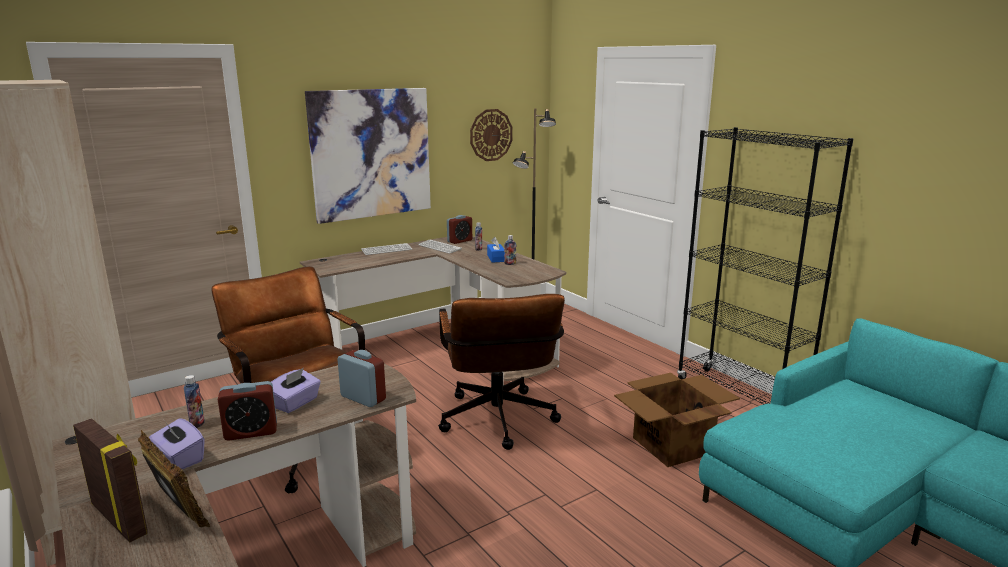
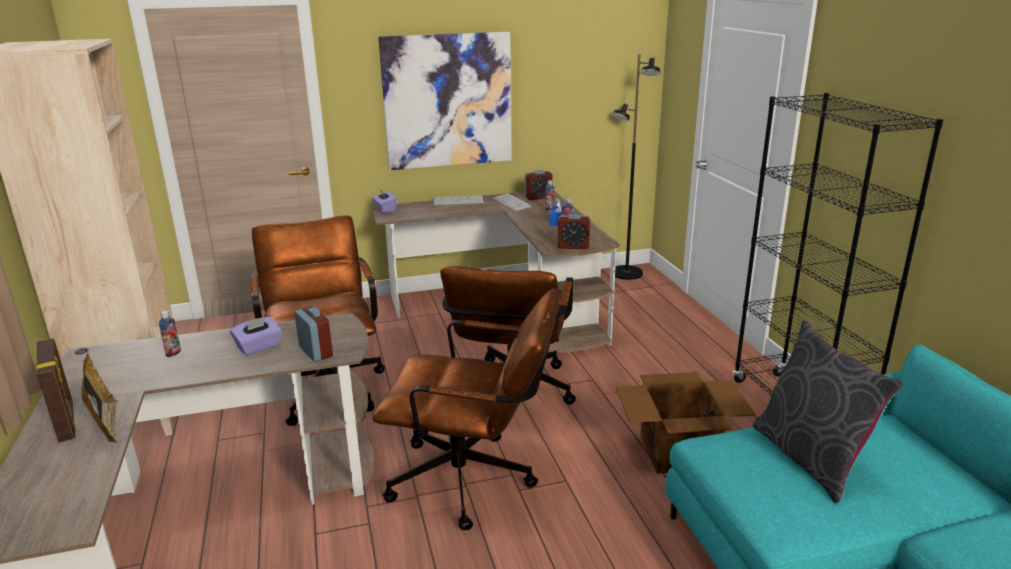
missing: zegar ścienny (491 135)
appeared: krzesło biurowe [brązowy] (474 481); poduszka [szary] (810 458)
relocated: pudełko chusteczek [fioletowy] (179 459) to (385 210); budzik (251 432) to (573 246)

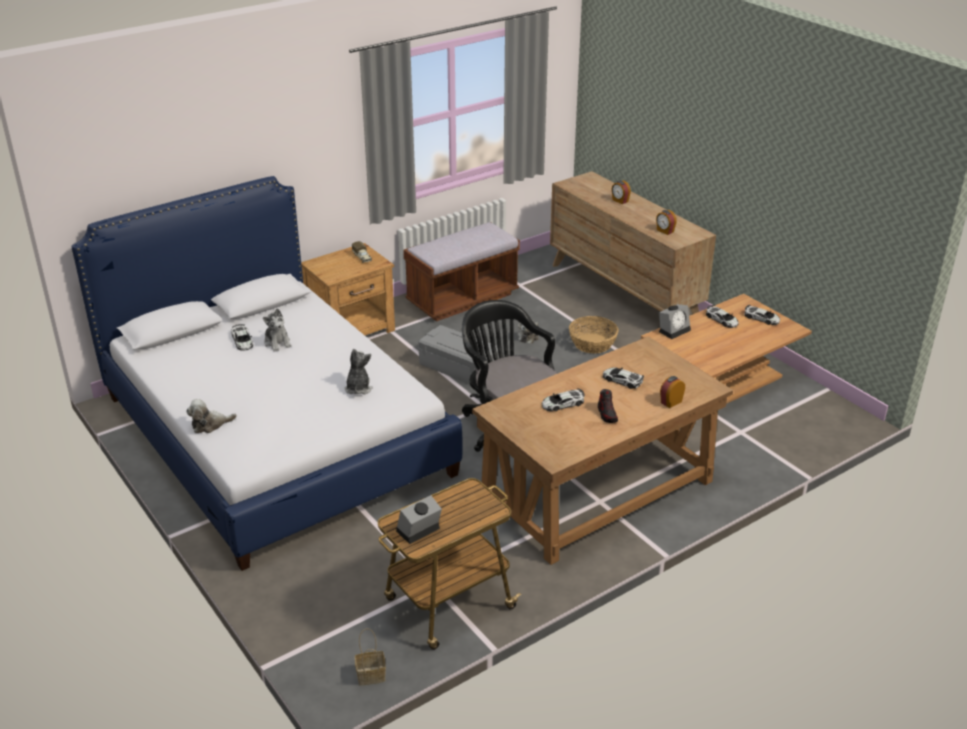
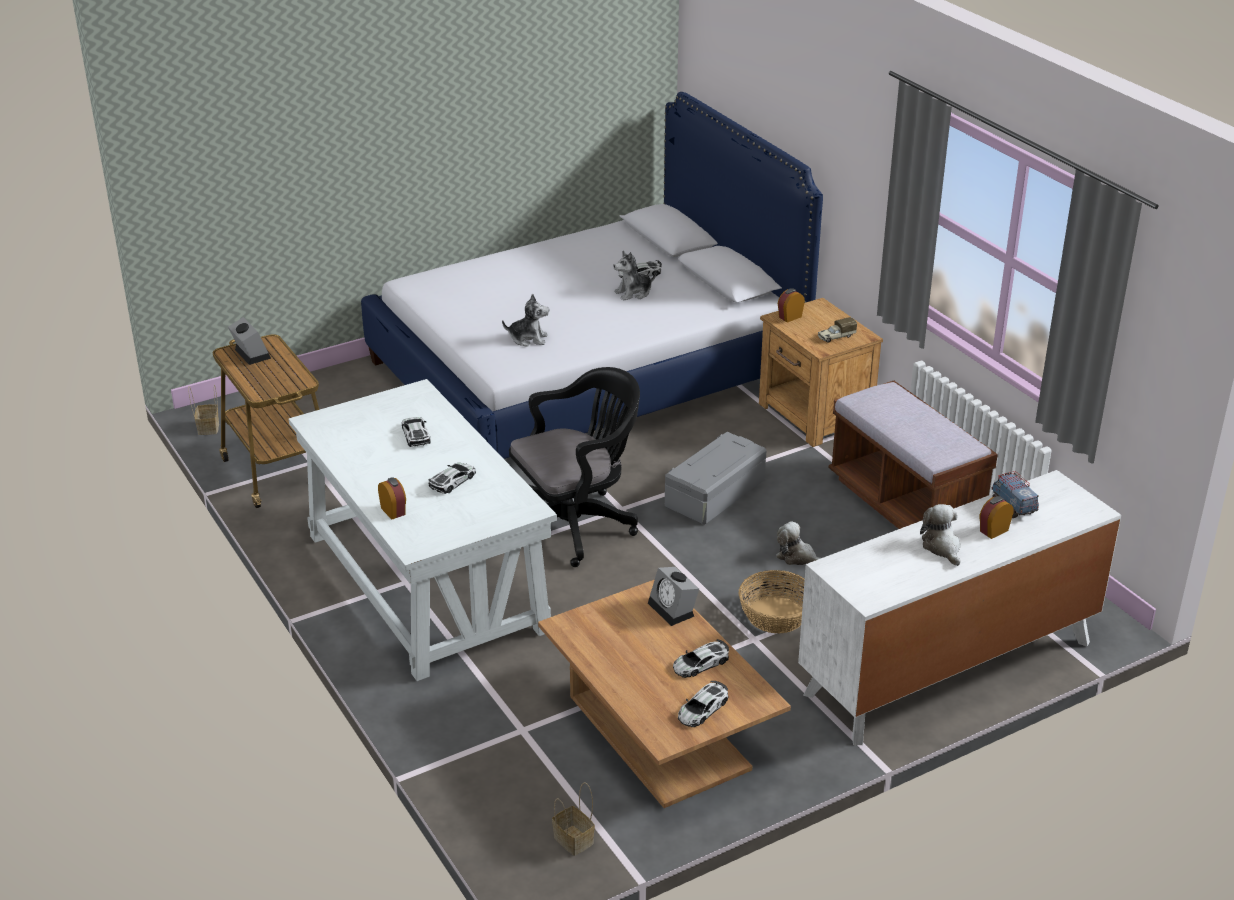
missing: but (607 414)
appeared: koszyk (575 840); ciężarówka zabawkowa (1013 507)
relocated: budzik (665 231) to (789 317); pluszak (210 424) to (942 547)
colour: biurko [brązowy] (598 491) to biurko [biały] (425 582); komoda [brązowy] (624 291) to komoda [biały] (948 668)

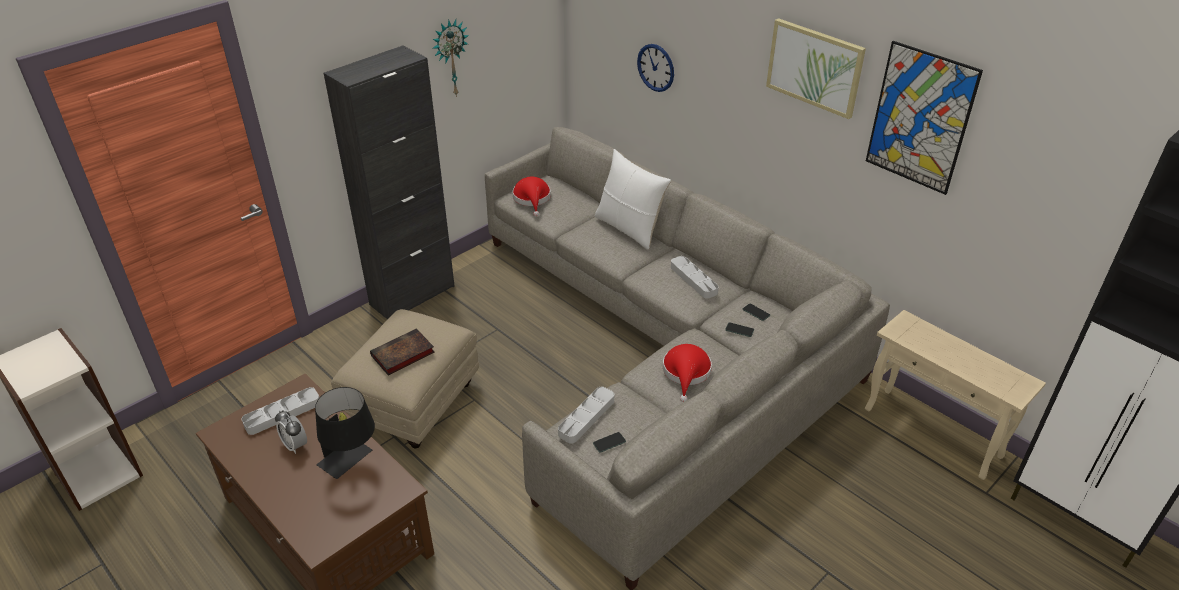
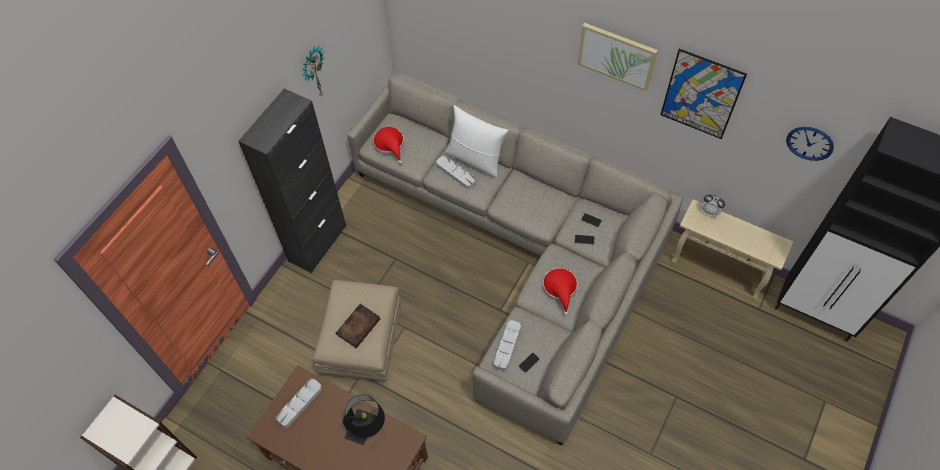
relocated: taca [szary] (693 280) to (456 174); budzik (295 445) to (710 212); zegar ścienny (656 67) to (809 143)

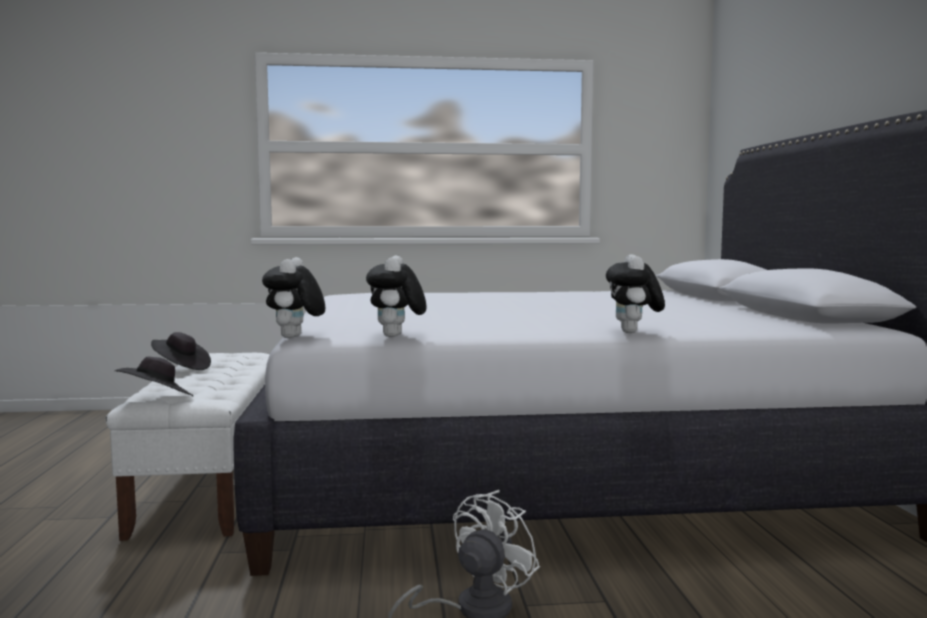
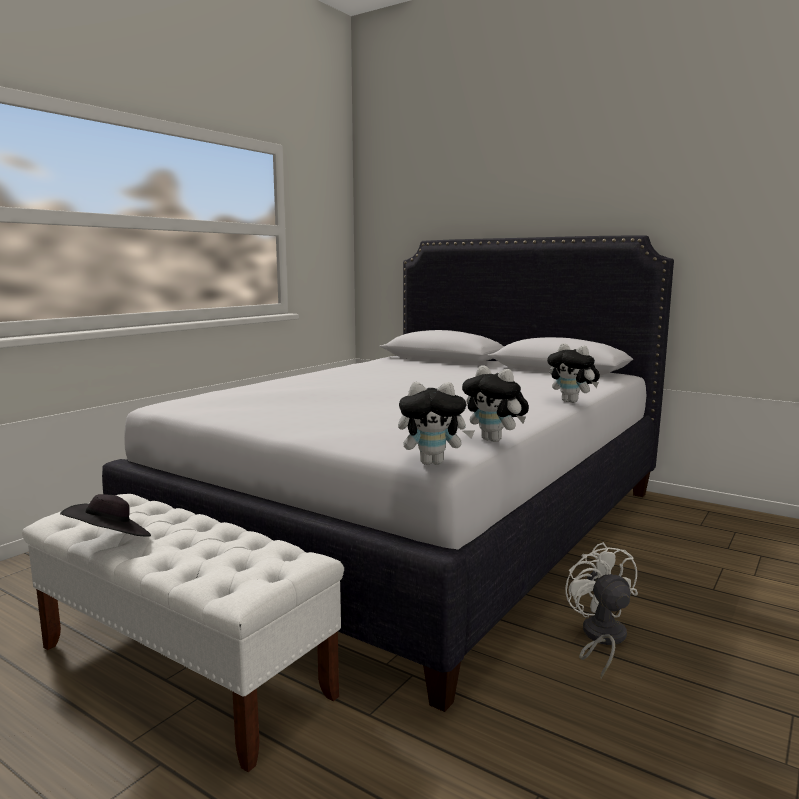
missing: kapelusz [czarny] (157 399)
spun: pluszak (295 338) = (433 462) 45 degrees counterclockwise

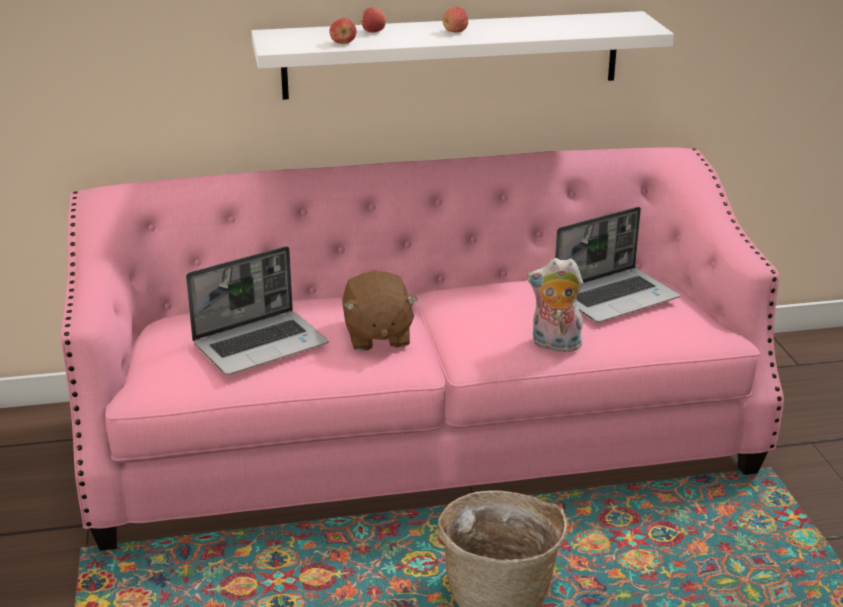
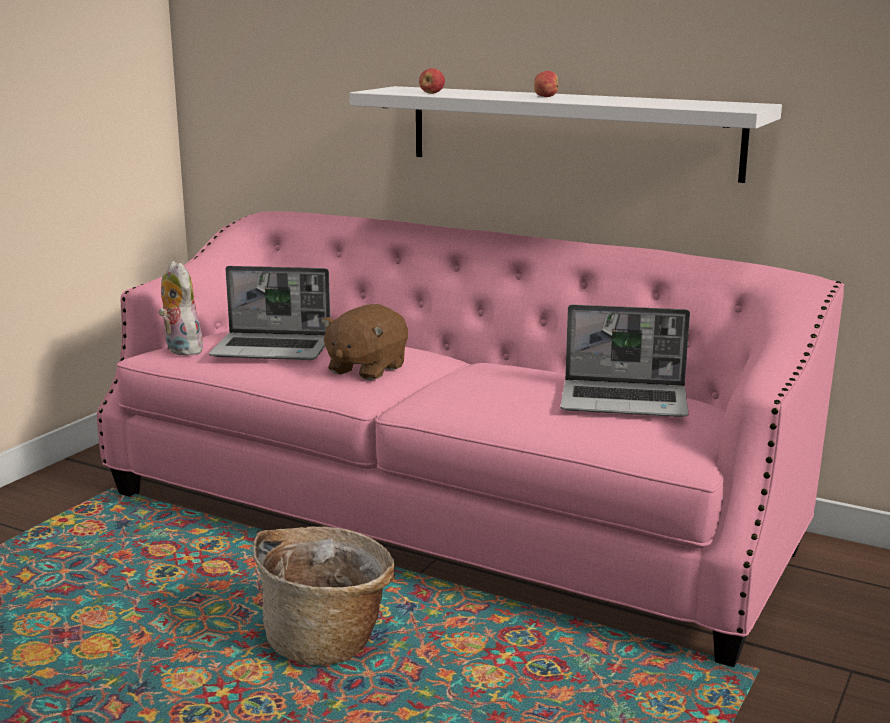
missing: jabłko (373 31)
relocated: pluszak (554 345) to (180 350)

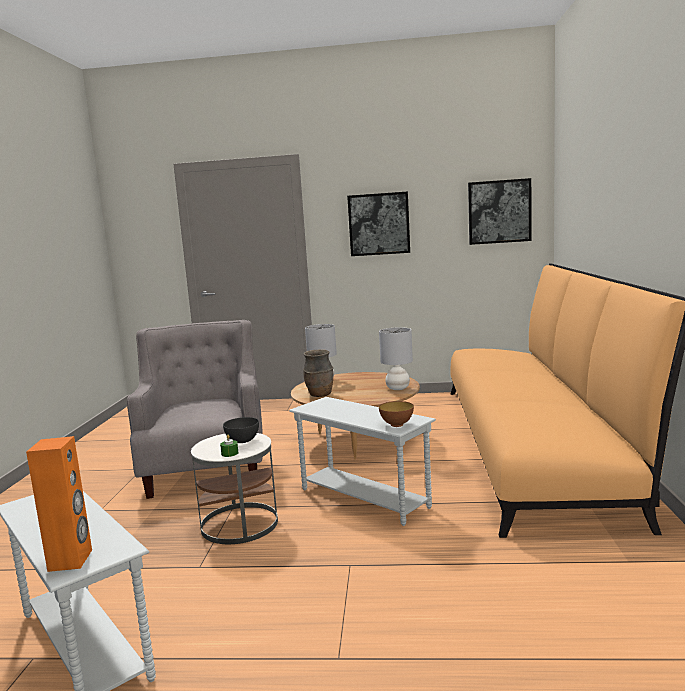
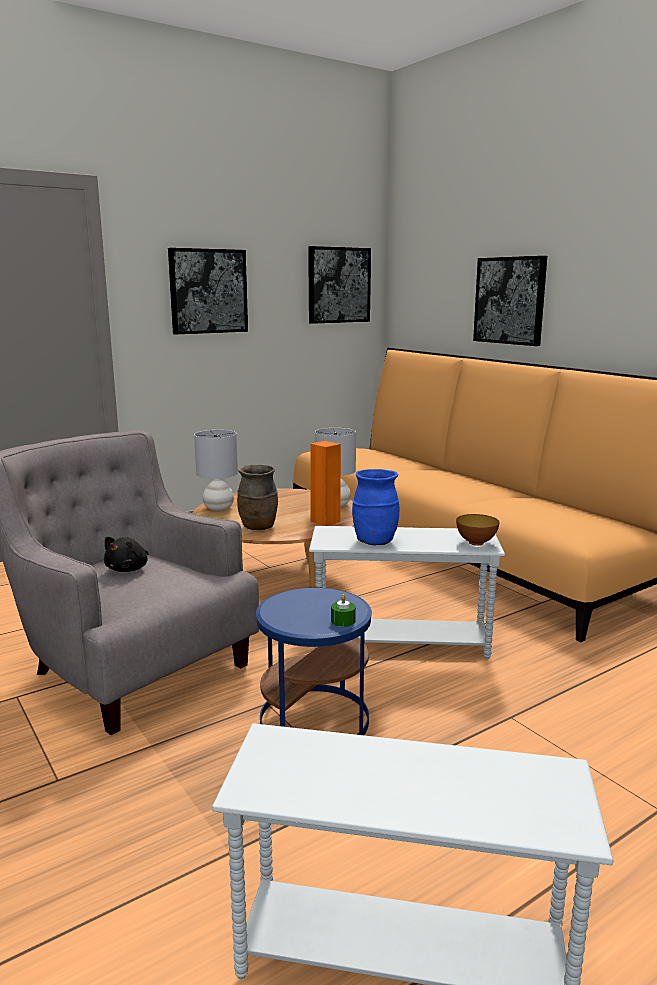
missing: miska [szary] (242 441)
appeared: pluszak [czarny] (128 569); wazon [niebieski] (374 541); obraz (510 300)
relocated: głośnik [pomarańczowy] (71 560) to (325 521)
colour: stolik [biały] (240 524) to stolik [niebieski] (315 720)

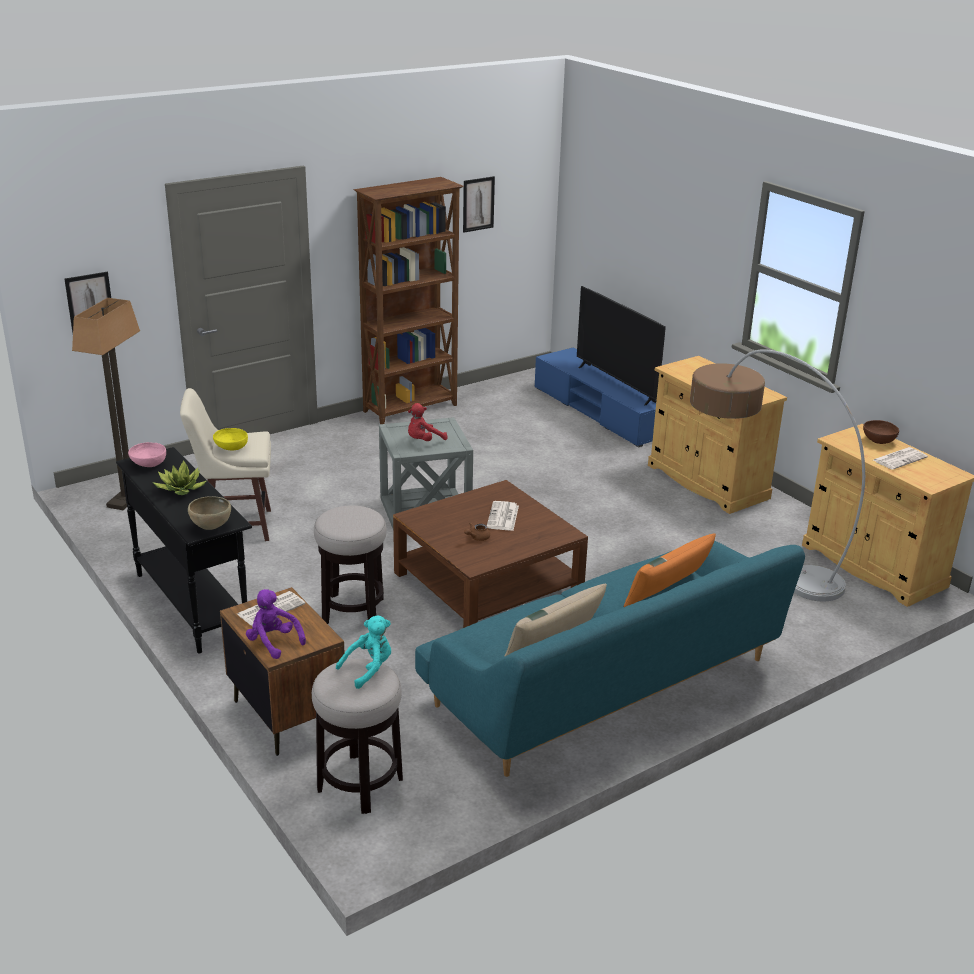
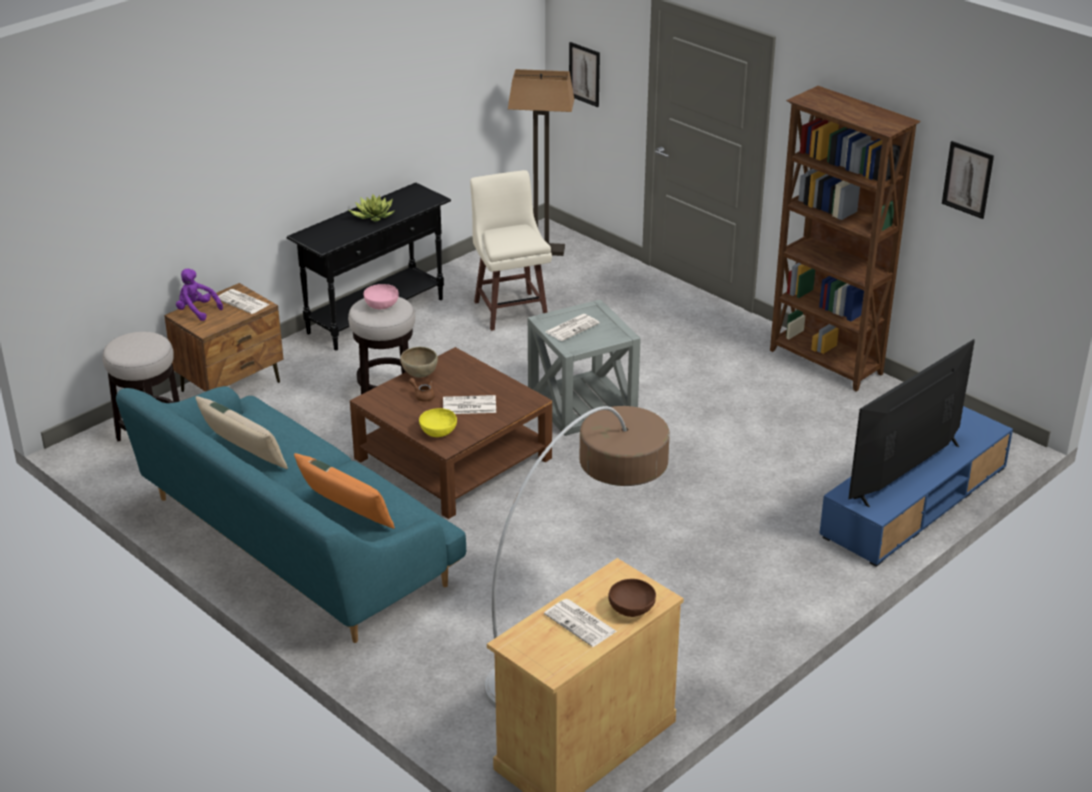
missing: pluszak [turkusowy] (369 669); szafka [beżowy] (707 482)
relocated: miska [różowy] (148 464) to (381 305); miska [brązowy] (211 527) to (419 375); miska [żółty] (231 448) to (438 431)
exchanged: pluszak [czerwony] (423 441) to gazeta (572 327)
spun: pluszak [fioletowy] (273 642) = (197 311) 90 degrees counterclockwise

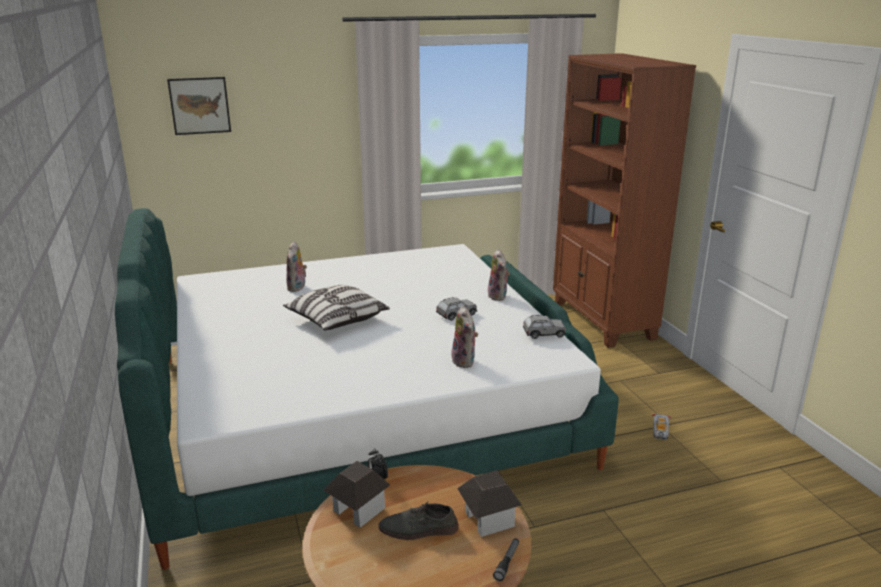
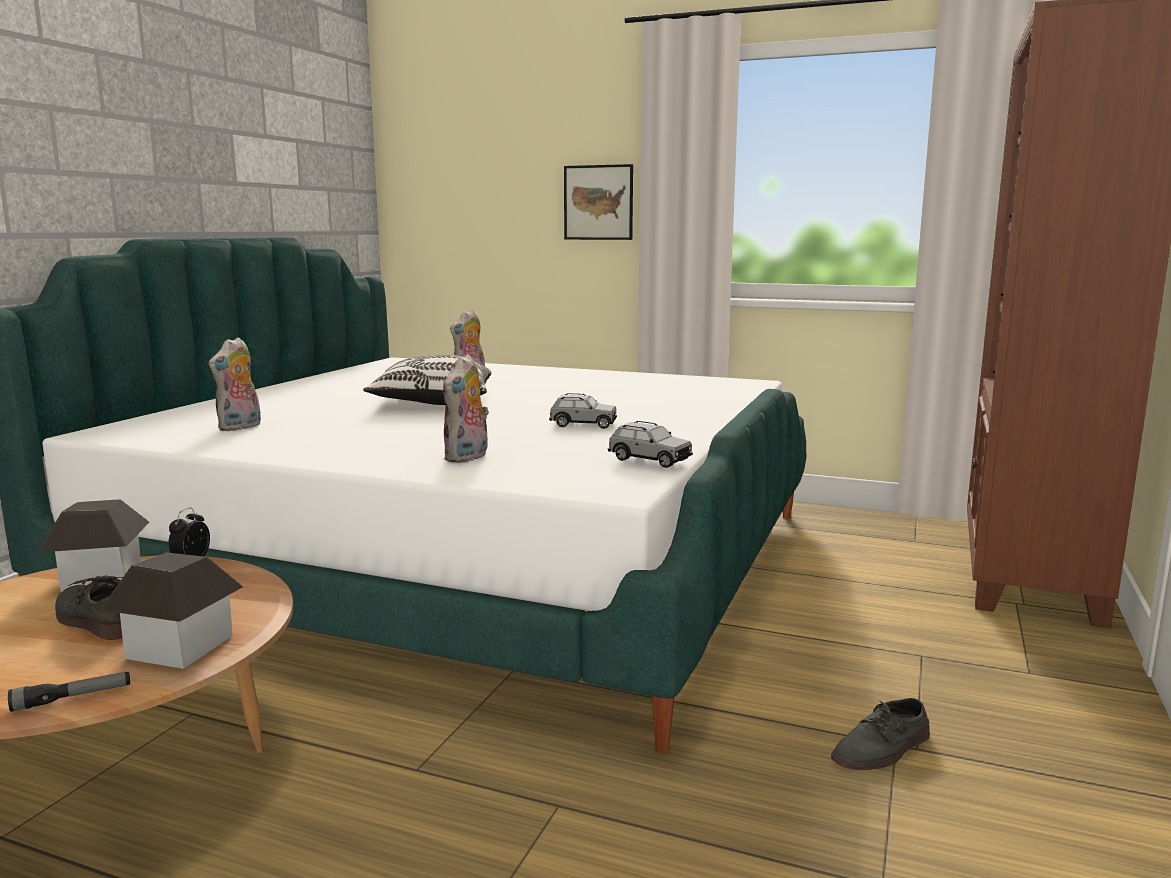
relocated: pluszak (499 296) to (240 427); obraz (200 105) to (598 202)
exchanged: samochodzik (660 430) to but [szary] (882 749)

